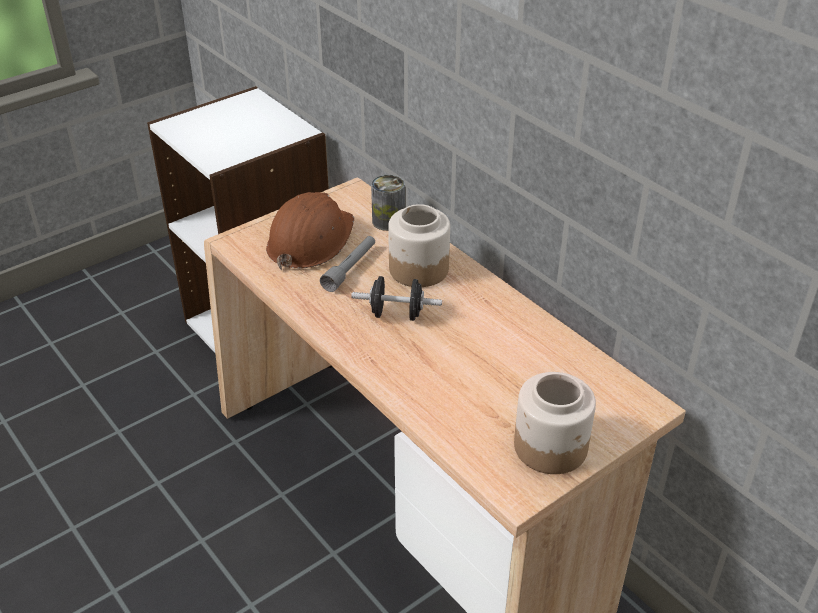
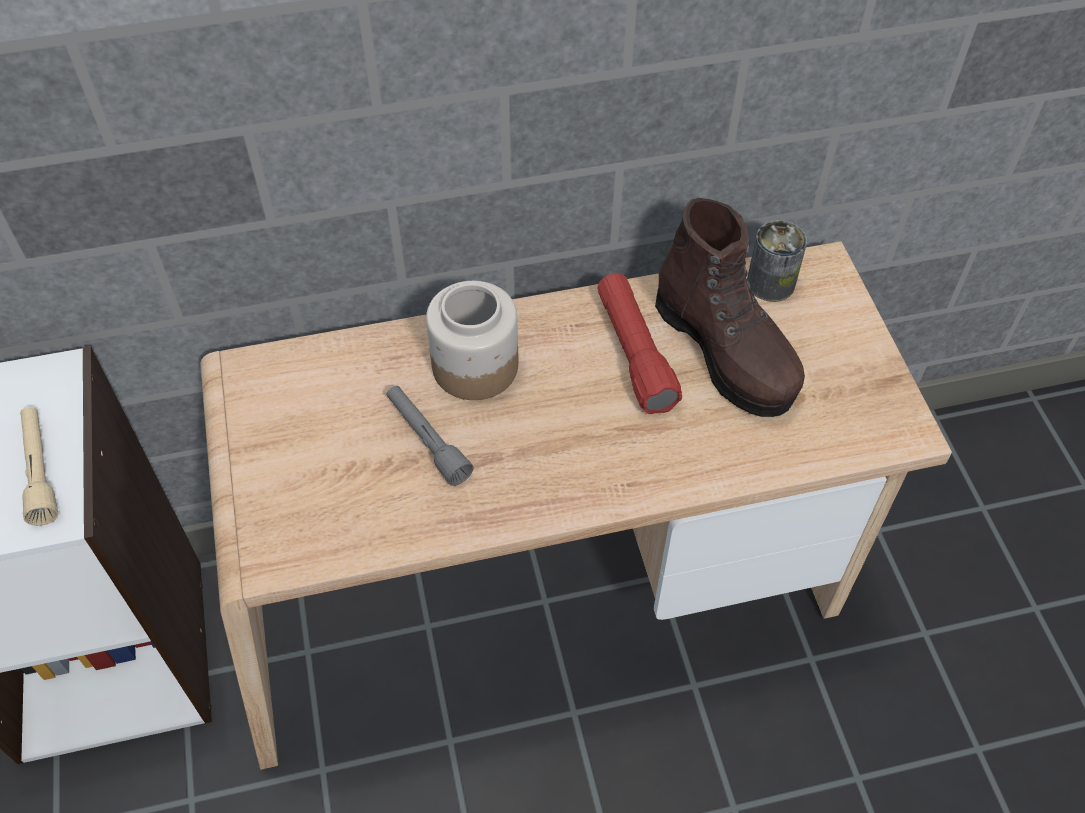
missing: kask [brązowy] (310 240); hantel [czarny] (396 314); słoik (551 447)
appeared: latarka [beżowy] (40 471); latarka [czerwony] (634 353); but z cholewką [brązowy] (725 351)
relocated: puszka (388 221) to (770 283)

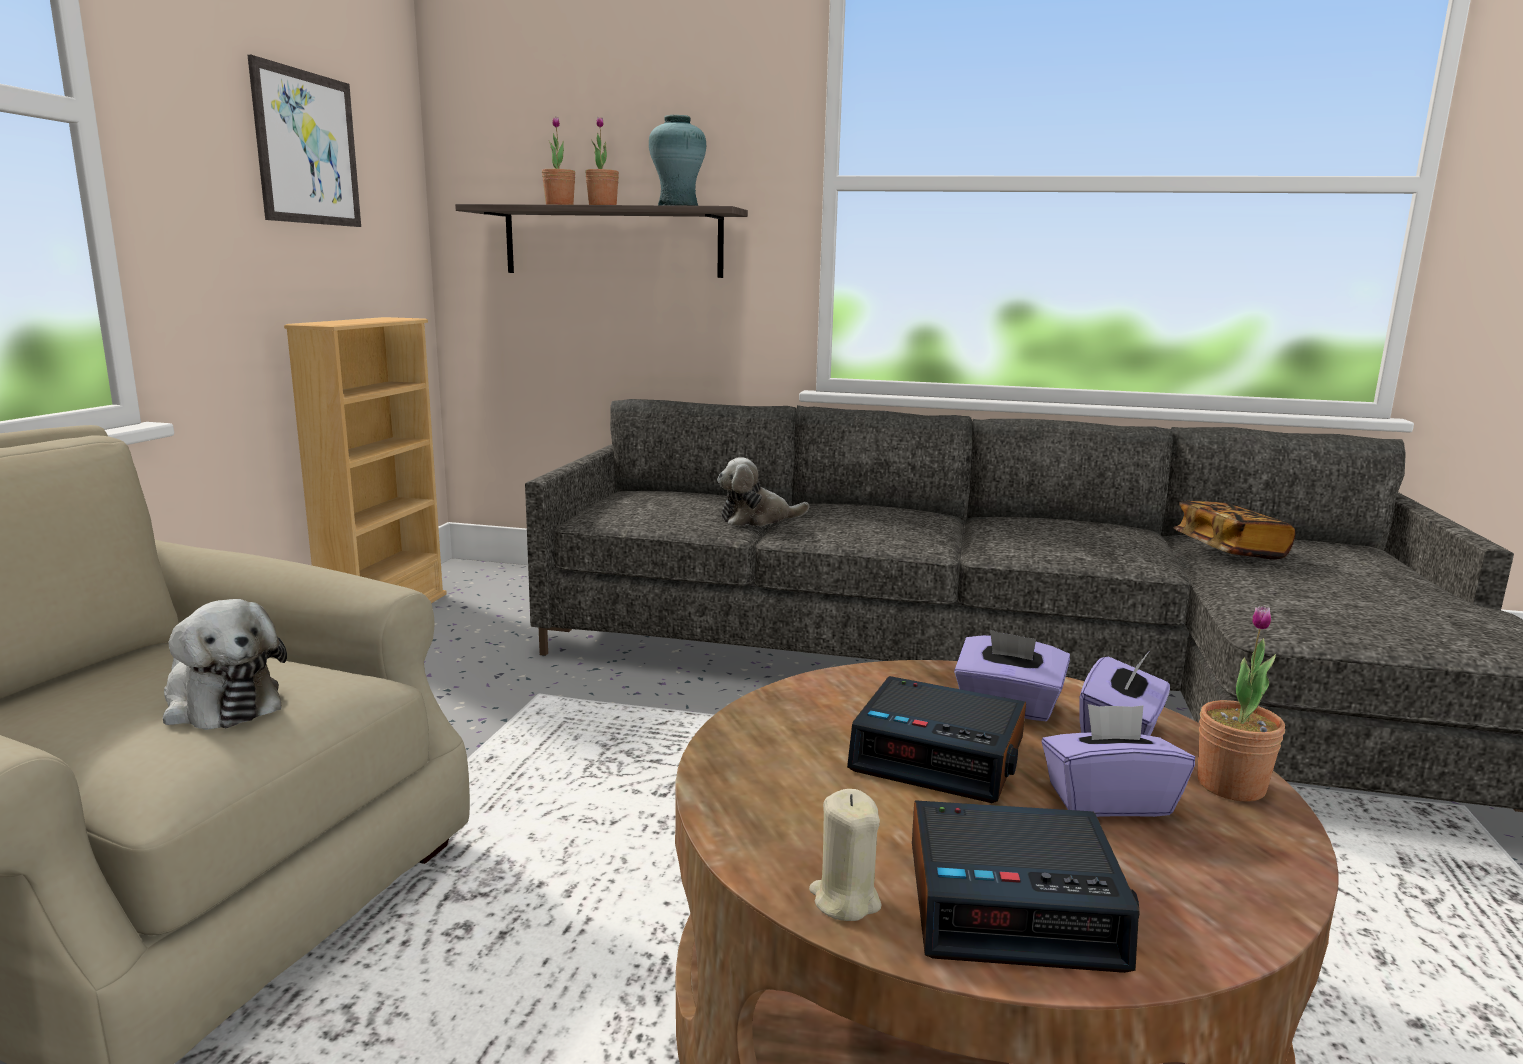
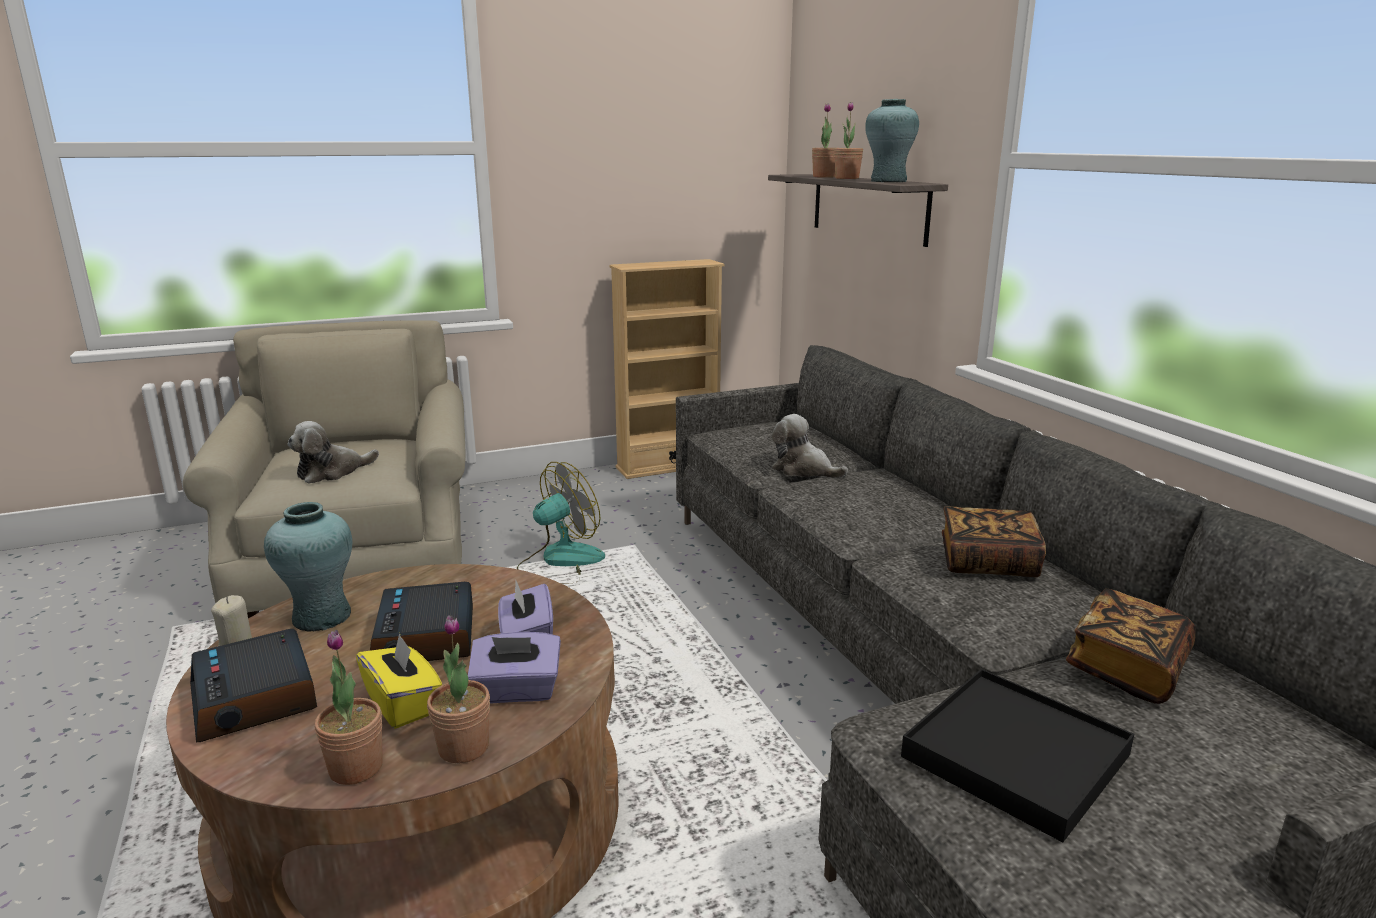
missing: obraz (307 148)
appeared: wazon [turkusowy] (321 617); roślina doniczkowa (356 768); wentylator (560 562); taca [czarny] (1015 755); książka (988 562)
colour: pudełko chusteczek [fioletowy] (1108 800) to pudełko chusteczek [żółty] (403 704)
spun: pluszak (220 703) = (332 472) 45 degrees clockwise

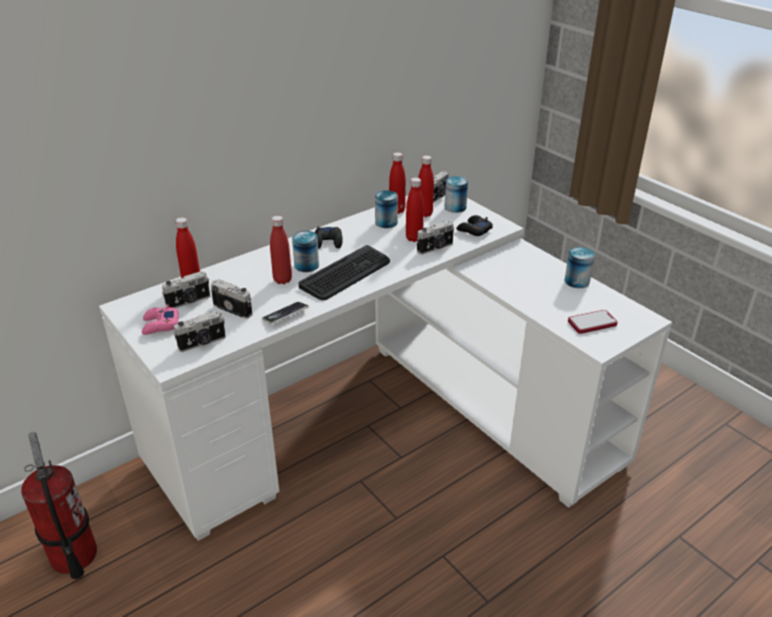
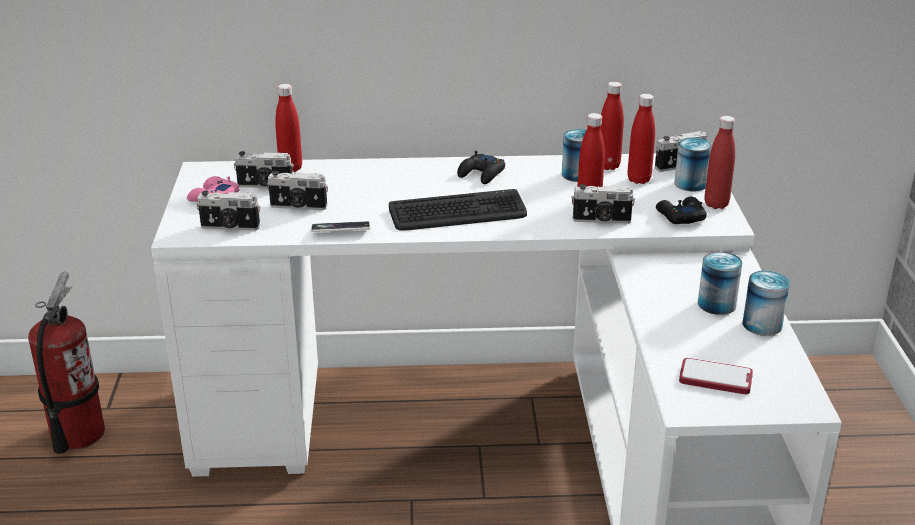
relocated: puszka (306 265) to (716 304); butelka [czerwony] (282 280) to (716 204)
spun: aparat fotograficzny (234 309) = (298 207) 120 degrees clockwise

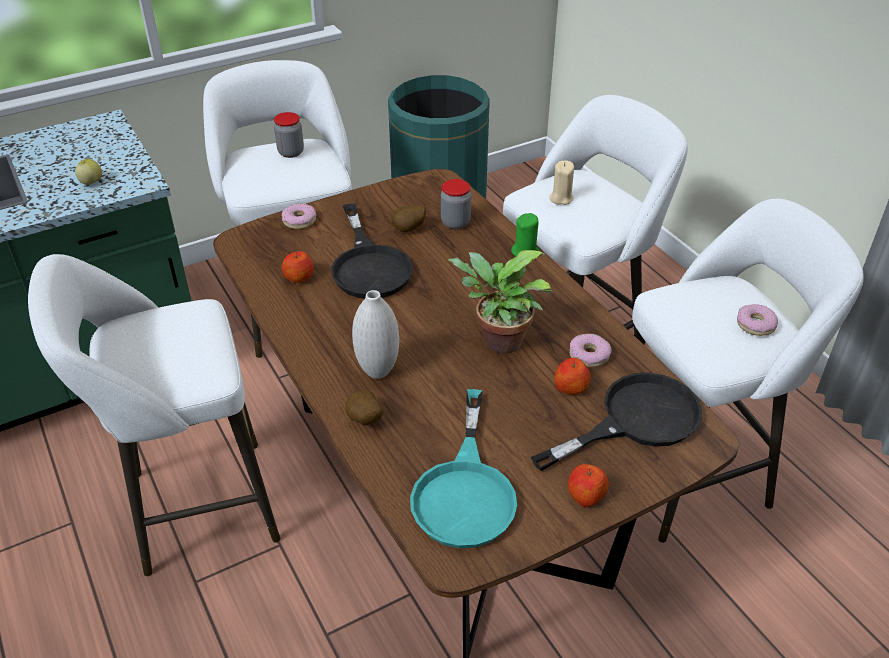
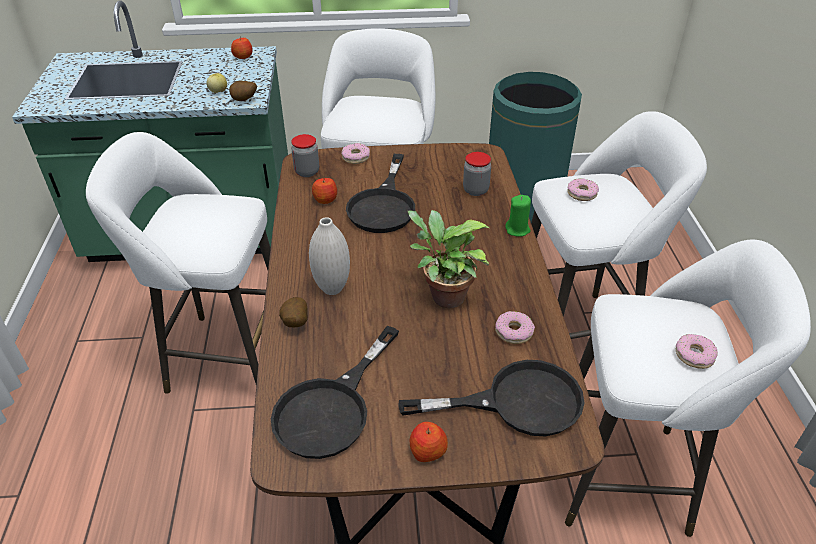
relocated: ziemniak (409 230) to (244 101); jabłko (571 387) to (243 57); słoik (291 152) to (307 172)
exchanged: świeca [beżowy] (561 198) to donut (581 193)
colour: patelnia [turkusowy] (465 490) to patelnia [czarny] (331 408)

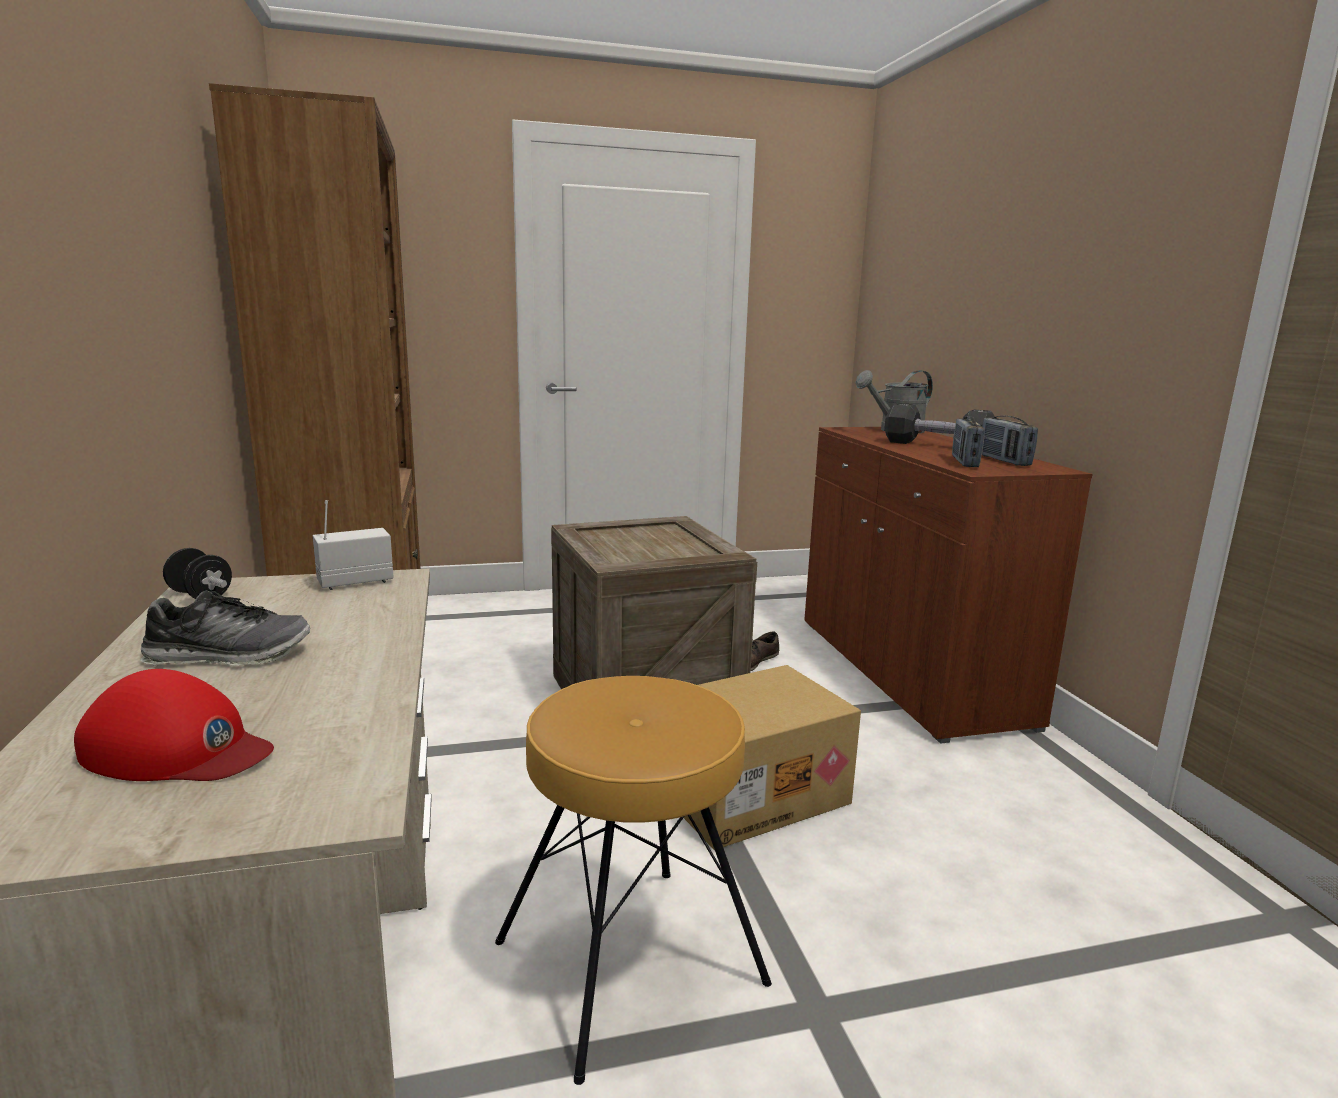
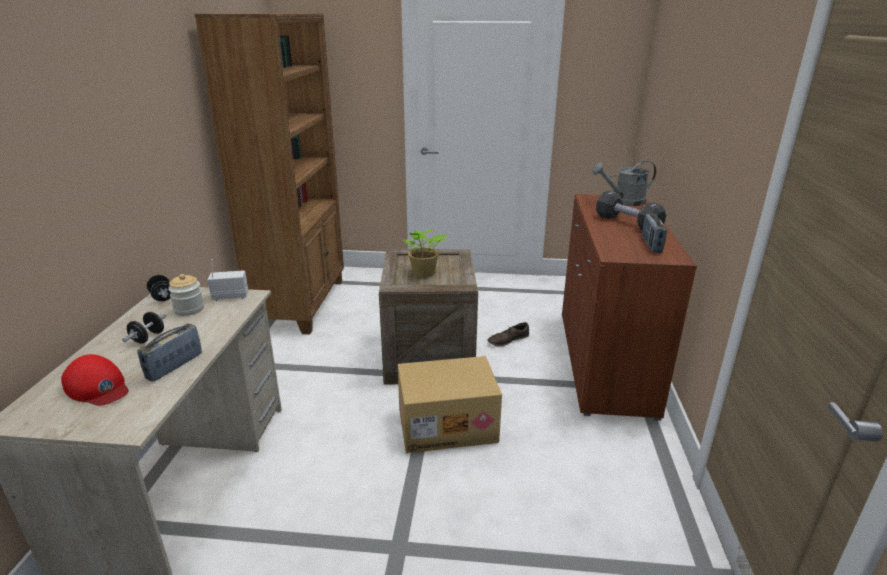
missing: stołek [brązowy] (631 963)
appeared: słoik (189 309); roślina doniczkowa (423 273)
relocated: radio (964 462) to (174 366)
exchanged: but (229 655) to hantel [czarny] (148 338)

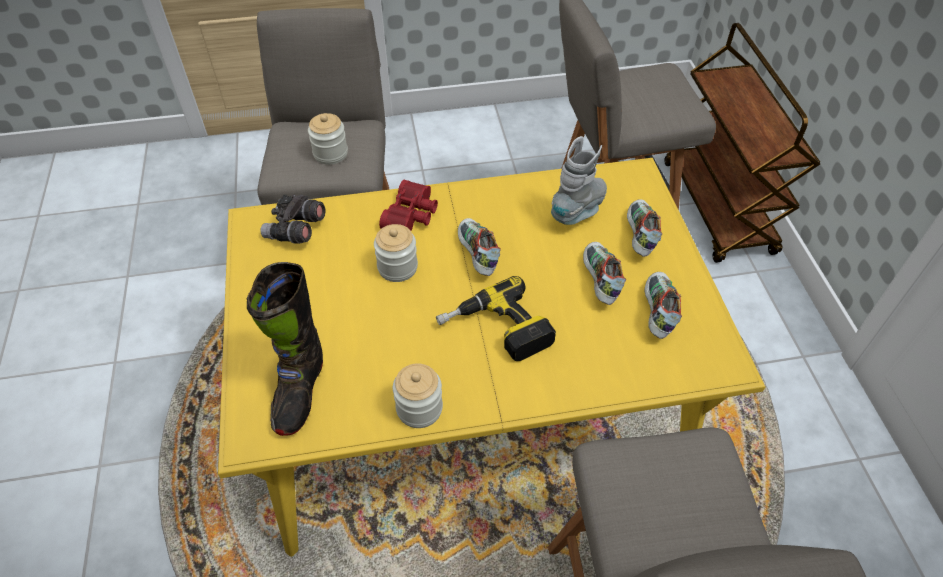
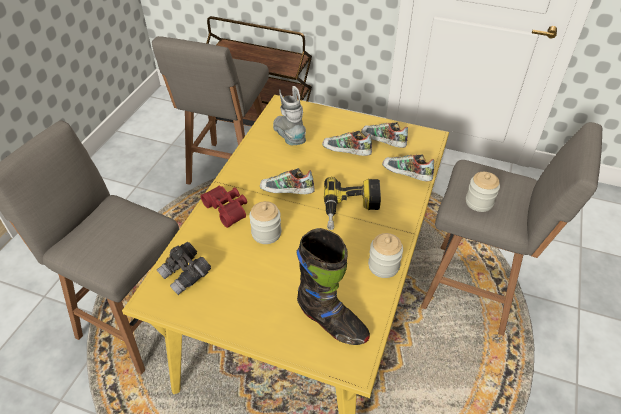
relocated: but (639 236) to (406 176); słoik (330 153) to (479 202)

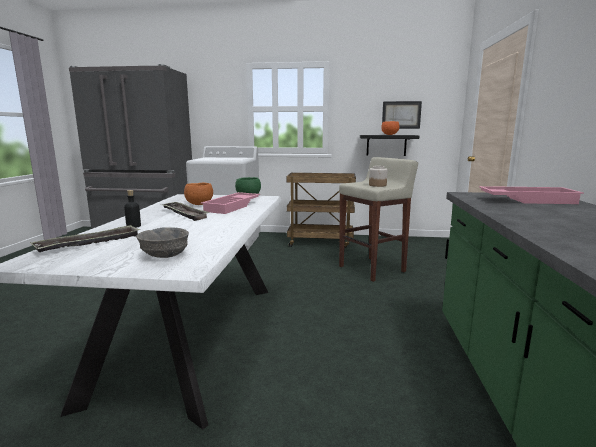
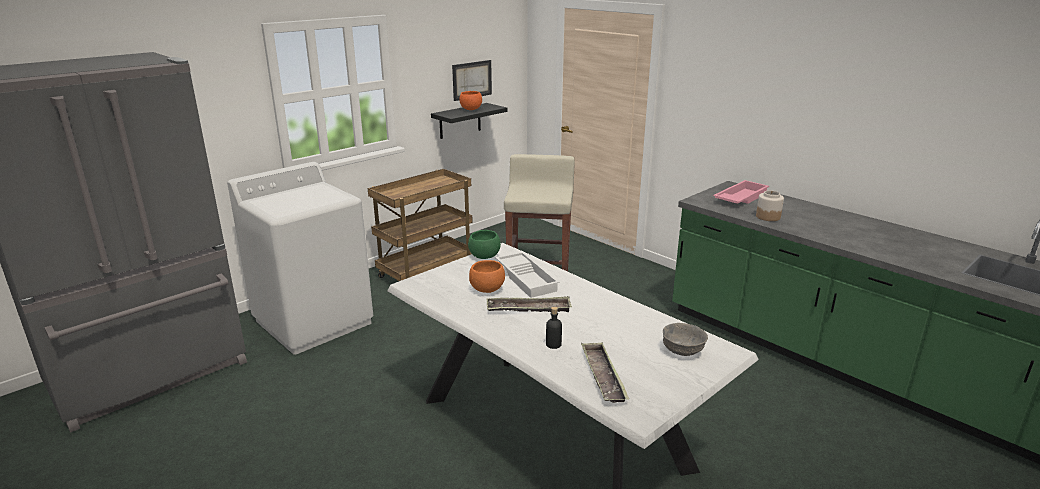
relocated: słoik (377 185) to (768 217)
colour: taca [różowy] (233 207) to taca [biały] (527 278)

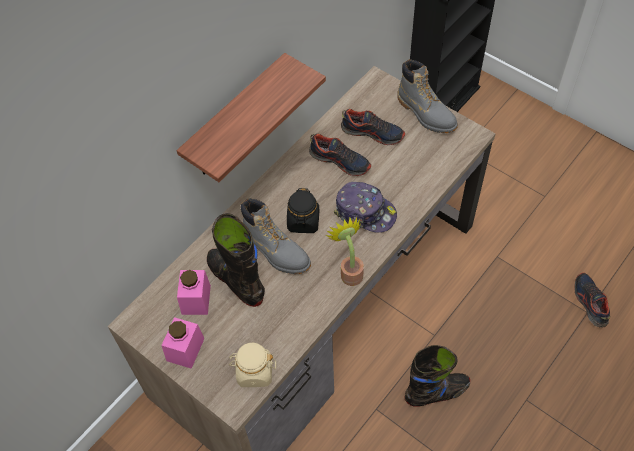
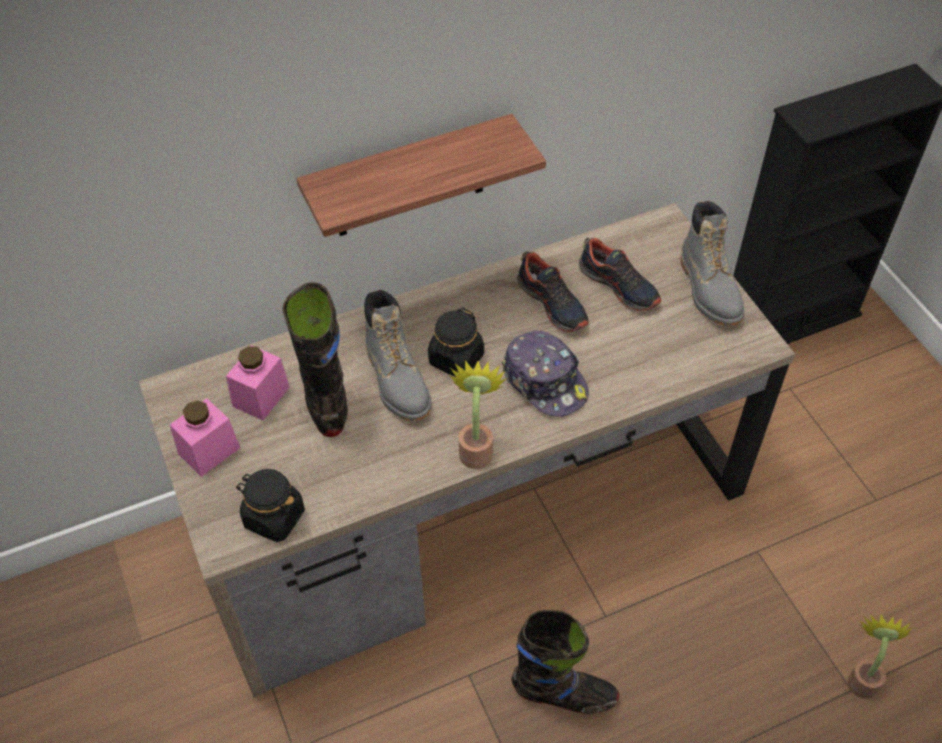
exchanged: but (590 302) to roślina doniczkowa (863 678)
colour: słoik [beżowy] (254 372) to słoik [czarny] (274 517)

